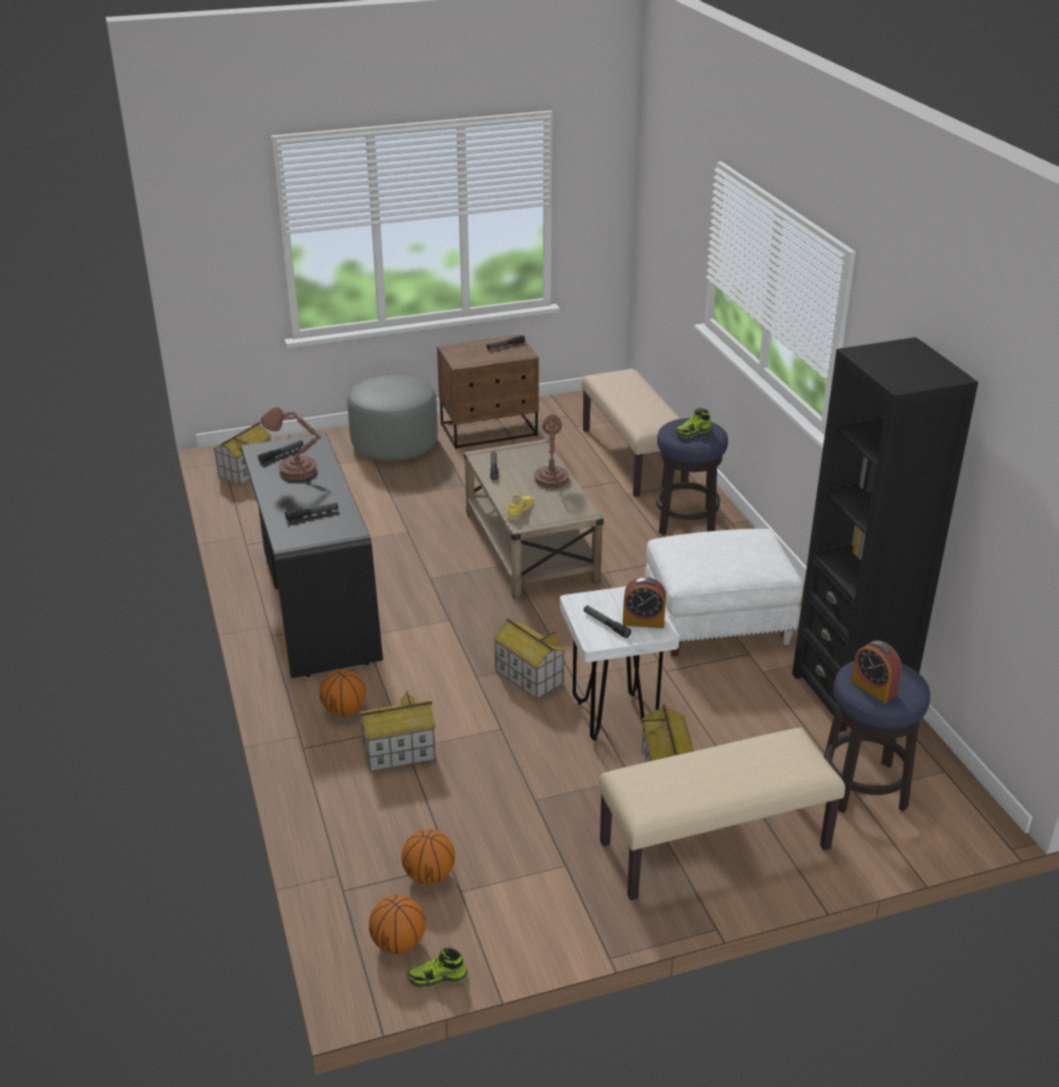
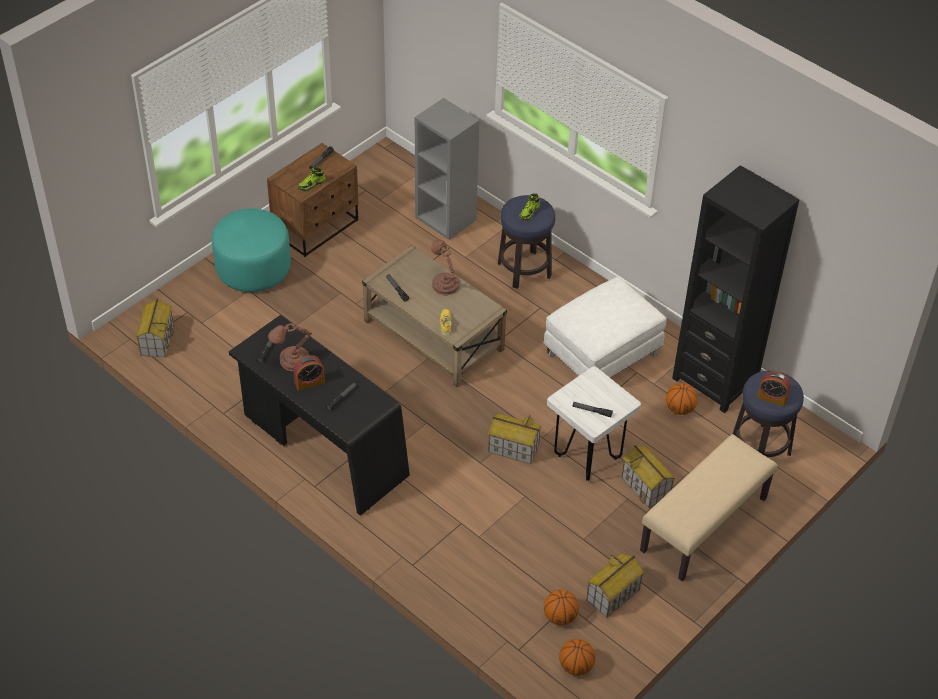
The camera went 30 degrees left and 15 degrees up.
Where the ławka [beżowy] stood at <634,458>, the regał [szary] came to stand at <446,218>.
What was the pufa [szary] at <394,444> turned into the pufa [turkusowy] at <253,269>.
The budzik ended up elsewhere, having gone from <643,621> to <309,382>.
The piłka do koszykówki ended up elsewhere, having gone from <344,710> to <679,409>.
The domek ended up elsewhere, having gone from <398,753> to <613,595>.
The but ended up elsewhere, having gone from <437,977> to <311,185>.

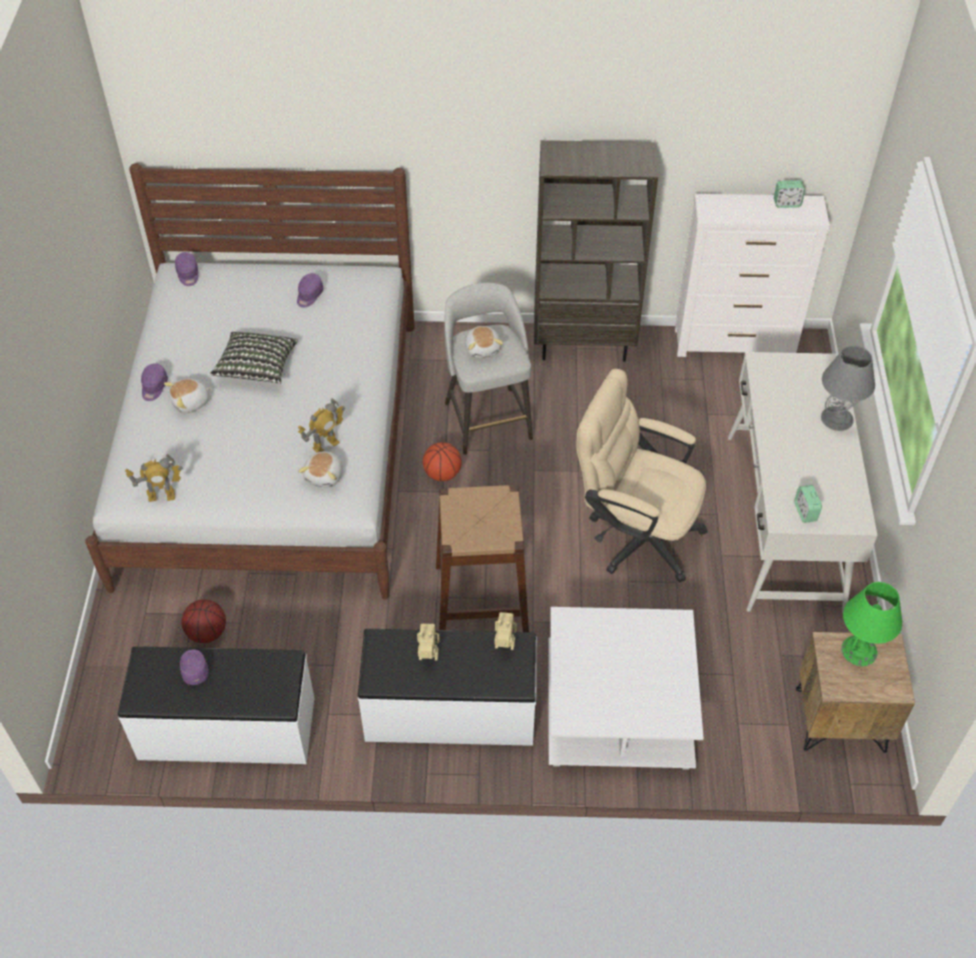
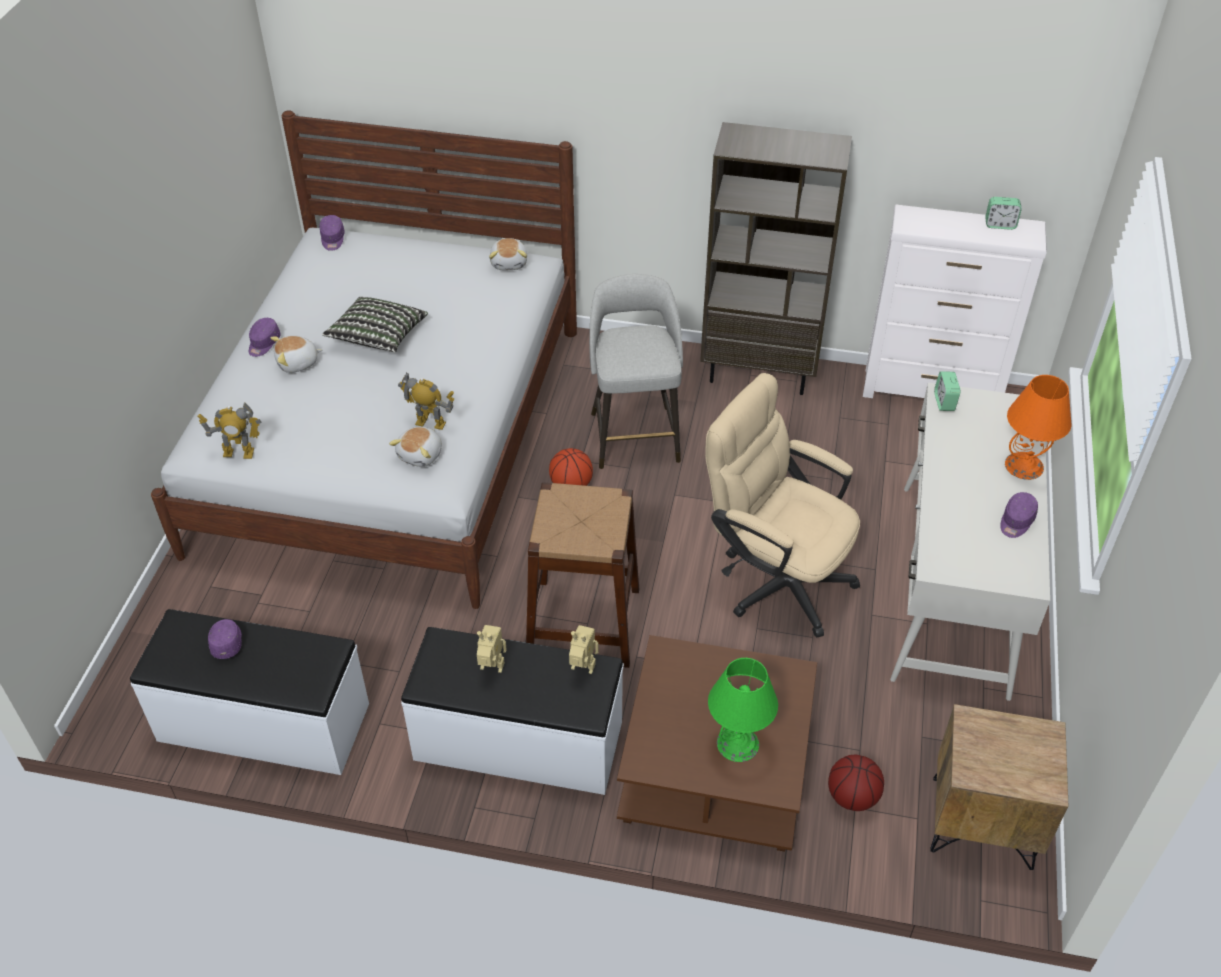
The camera went 10 degrees right and 5 degrees down.
The czapka z daszkiem [fioletowy] ended up elsewhere, having gone from <309,295> to <1016,521>.
The pluszak ended up elsewhere, having gone from <483,348> to <509,263>.
What was the lampa stołowa [szary] at <837,418> turned into the lampa stołowa [pomarańczowy] at <1024,466>.
The robot zabawkowy at <325,445> ended up facing another way, 135 degrees counterclockwise from before.
The budzik ended up elsewhere, having gone from <805,512> to <944,402>.
The lampa stołowa [zielony] ended up elsewhere, having gone from <859,651> to <737,744>.
The piłka do koszykówki ended up elsewhere, having gone from <207,632> to <852,796>.
What was the ława [biały] at <620,706> turned into the ława [brązowy] at <717,765>.

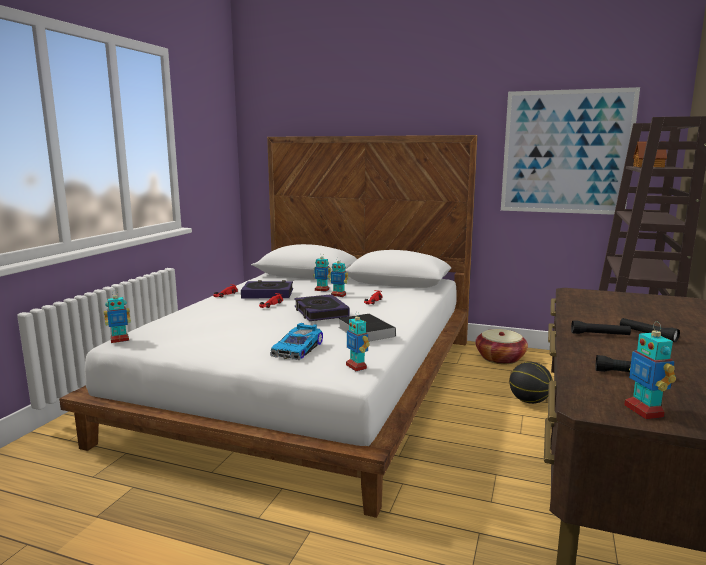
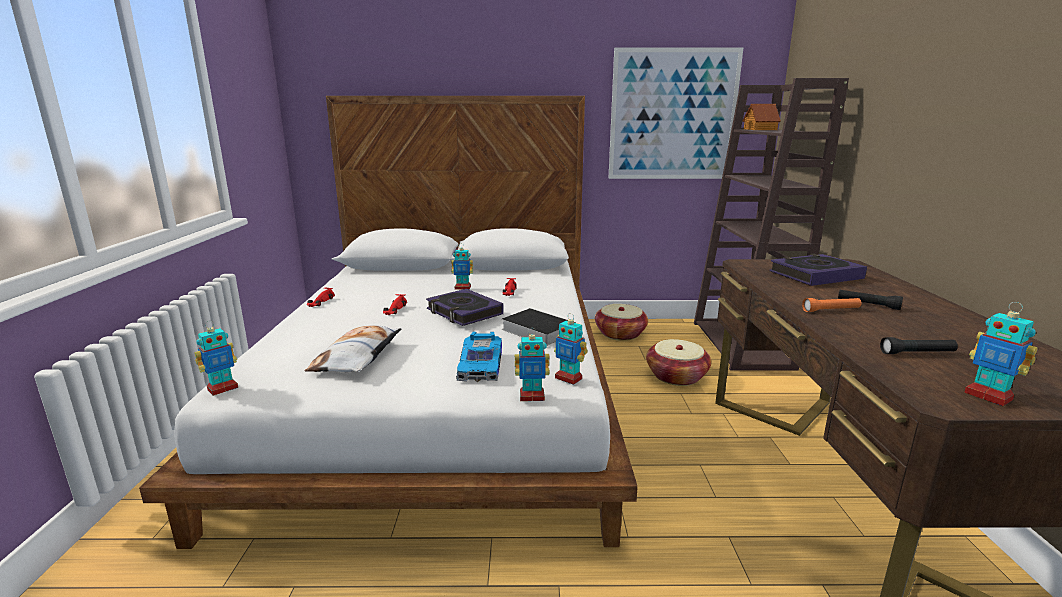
The camera went 20 degrees left and 5 degrees up.
The robot zabawkowy ended up elsewhere, having gone from <322,290> to <532,396>.
The książka ended up elsewhere, having gone from <268,294> to <815,275>.
What was the latarka [czarny] at <599,334> turned into the latarka [pomarańczowy] at <831,310>.
Where the piłka do koszykówki stood at <529,401>, the koszyk came to stand at <676,376>.
The second view gained the poduszka at <358,357>.

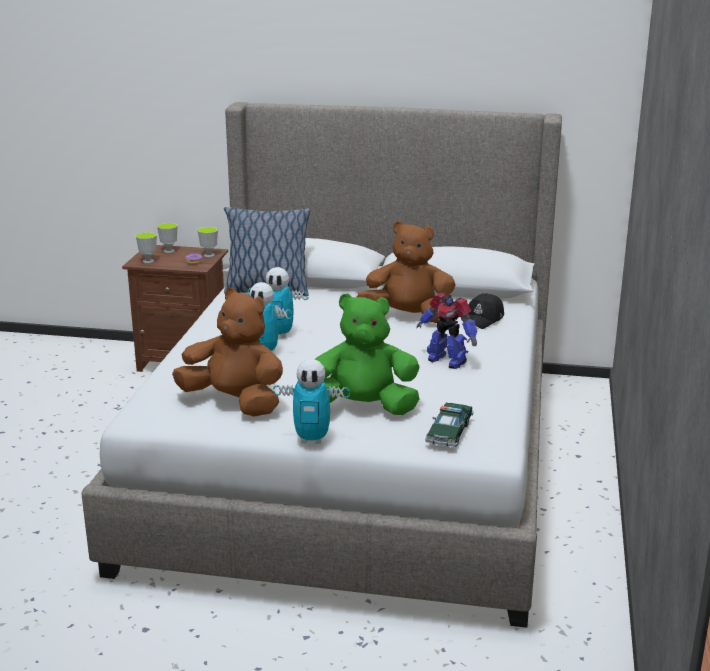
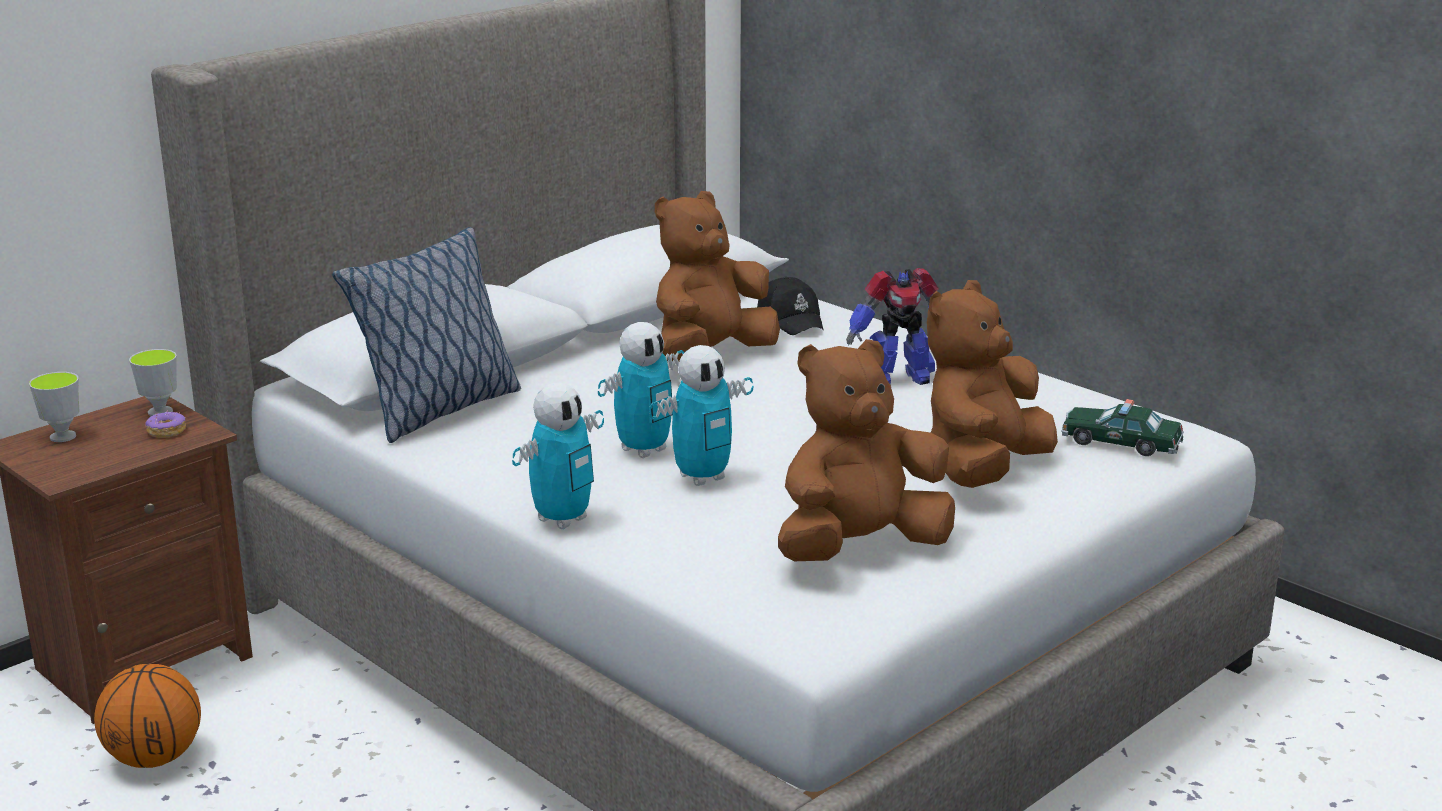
The camera went 55 degrees left and 0 degrees up.
The second view lost the filiżanka at <148,261>.
What was the pluszak [zielony] at <363,408> turned into the pluszak [brązowy] at <983,470>.
The robot zabawkowy ended up elsewhere, having gone from <312,439> to <562,519>.
The samochodzik at <449,432> ended up facing another way, 150 degrees clockwise from before.
The second view gained the piłka do koszykówki at <154,758>.

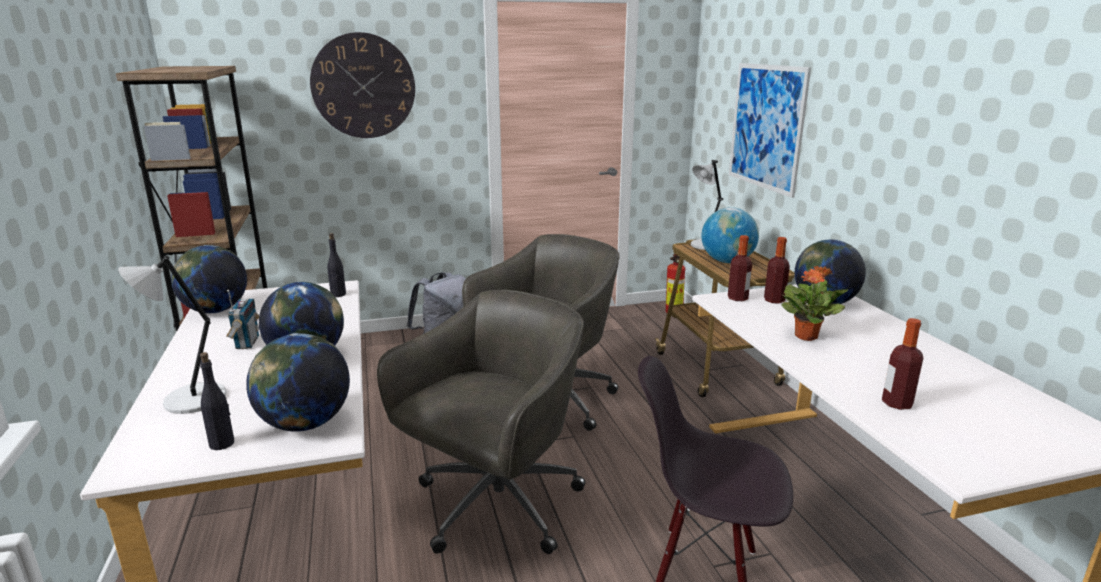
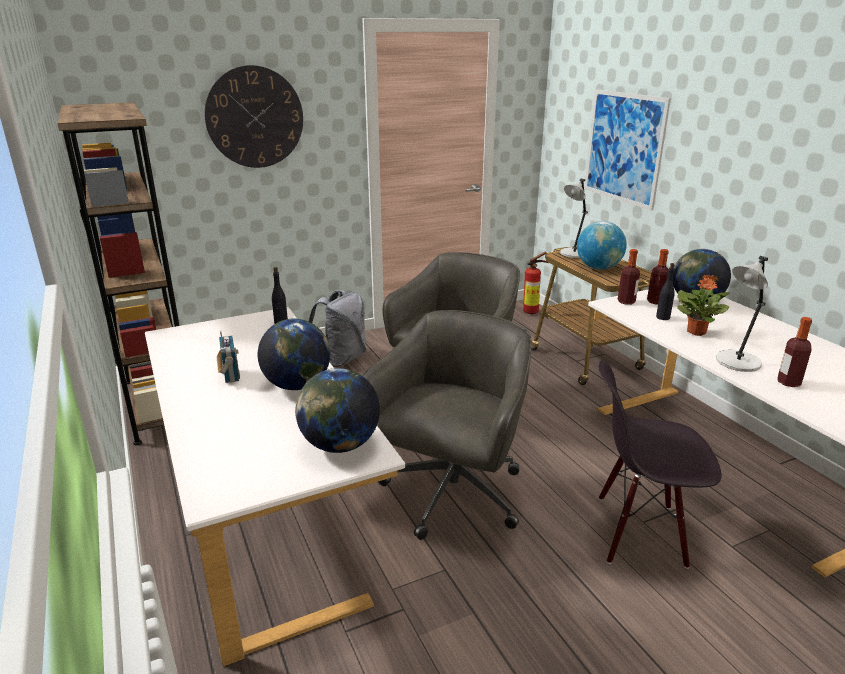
The camera went 10 degrees left and 5 degrees up.
The second view lost the globus at <215,311>.
The lampa stołowa [szary] ended up elsewhere, having gone from <191,400> to <736,363>.
The butelka [czarny] ended up elsewhere, having gone from <222,443> to <663,317>.

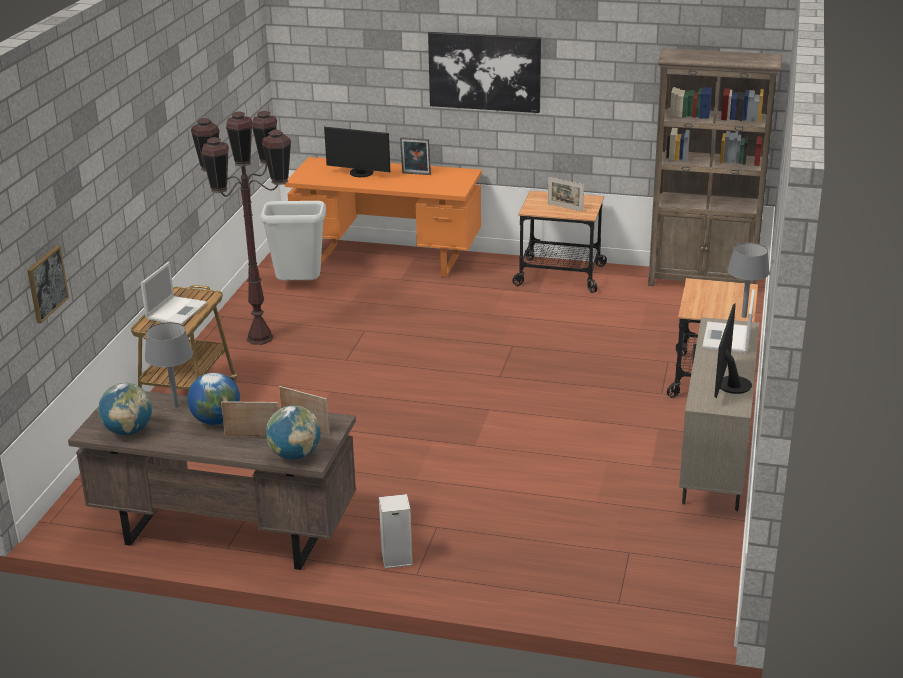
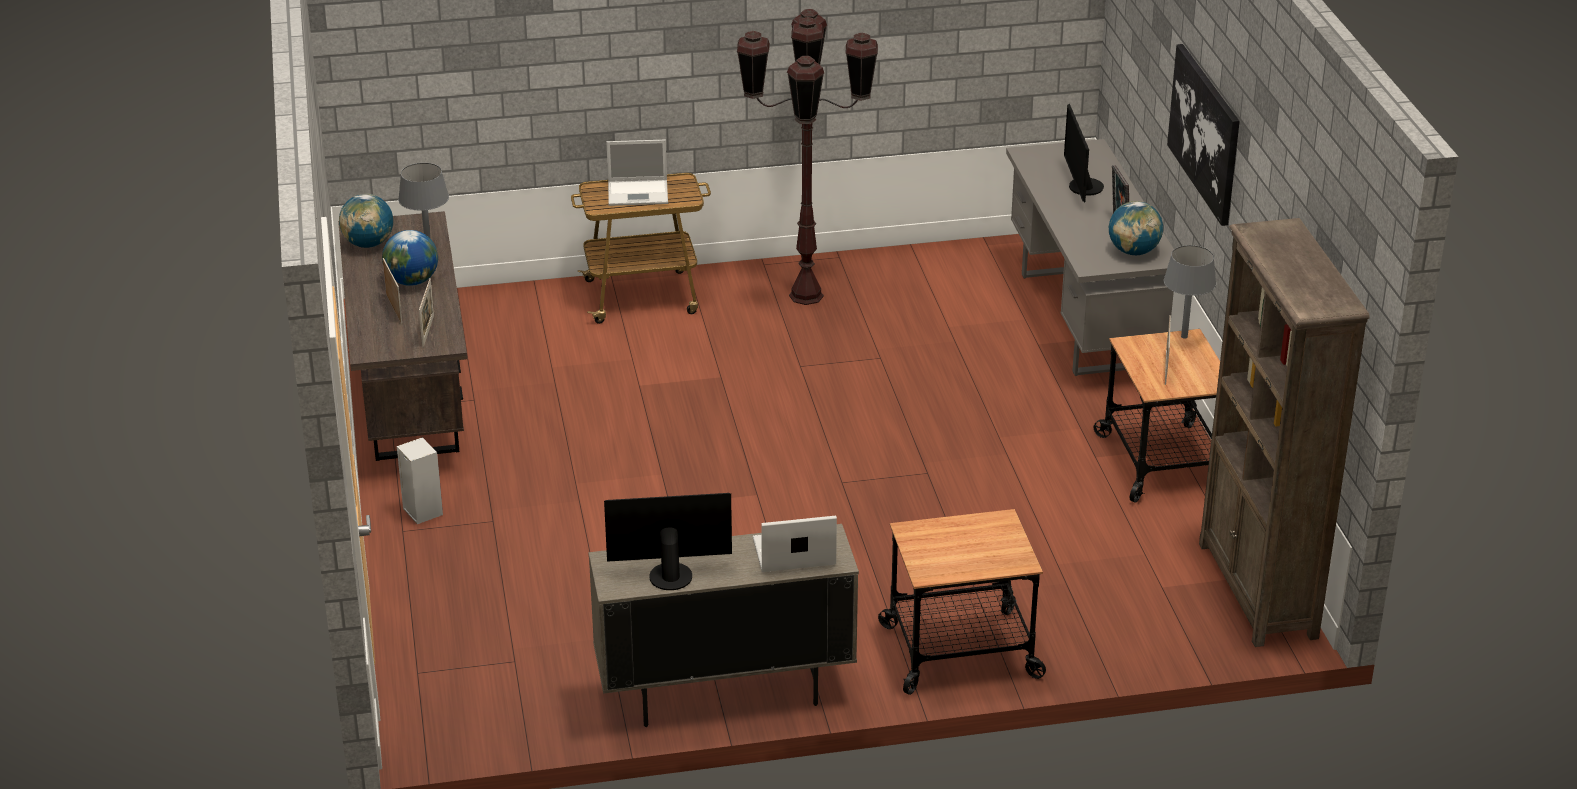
The camera went 65 degrees right and 5 degrees up.
What was the biurko [pomarańczowy] at <388,260> turned into the biurko [szary] at <1084,320>.
The second view lost the kosz na śmieci [szary] at <299,286>.
The lampa stołowa [szary] ended up elsewhere, having gone from <743,316> to <1184,336>.
The second view lost the obraz at <46,284>.
The globus ended up elsewhere, having gone from <295,455> to <1133,252>.

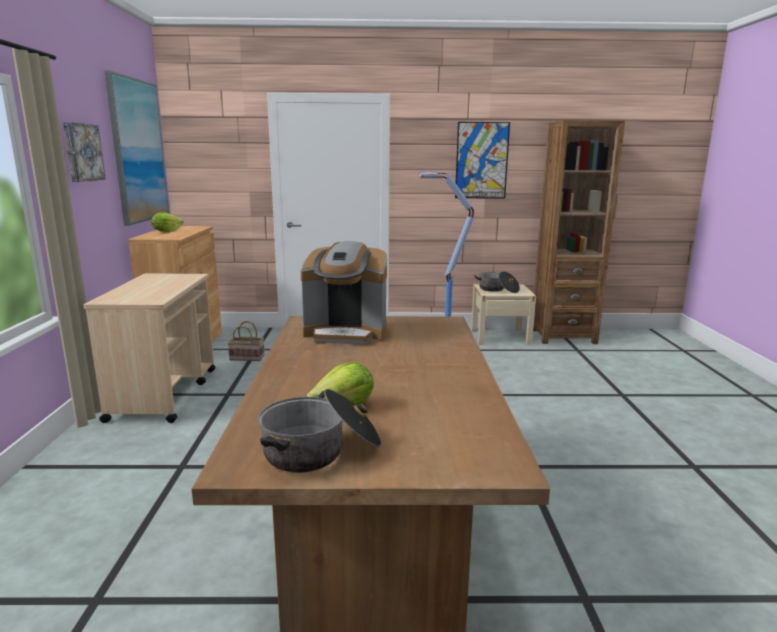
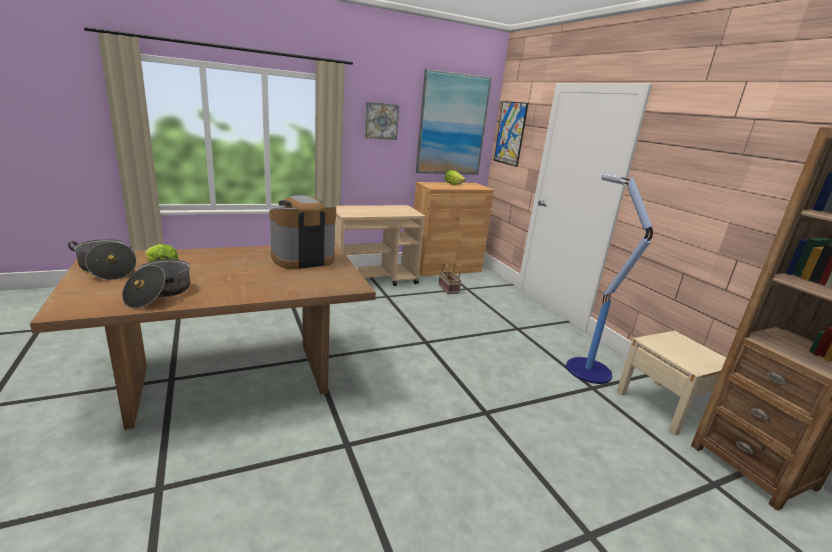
The camera went 65 degrees right and 5 degrees up.
The obraz ended up elsewhere, having gone from <481,160> to <510,133>.
The ekspres do kawy at <346,333> ended up facing another way, 75 degrees clockwise from before.
The garnek ended up elsewhere, having gone from <497,290> to <159,294>.

